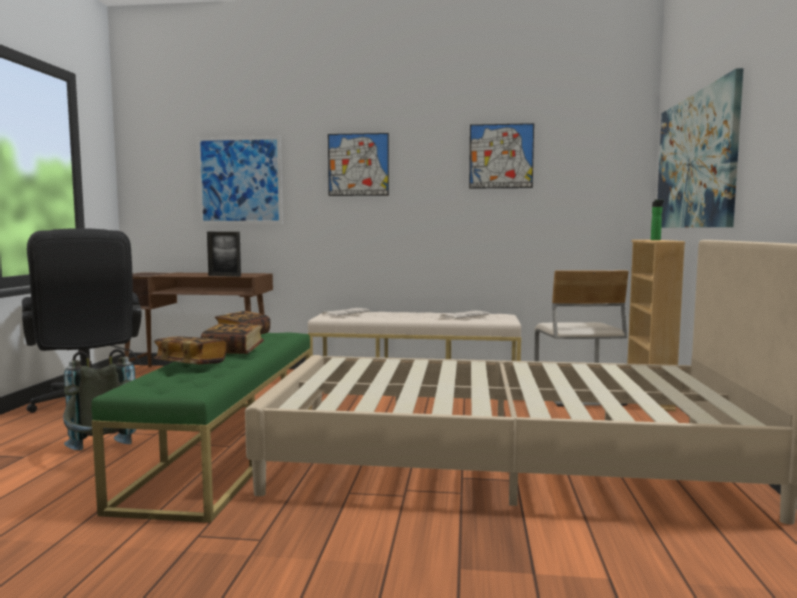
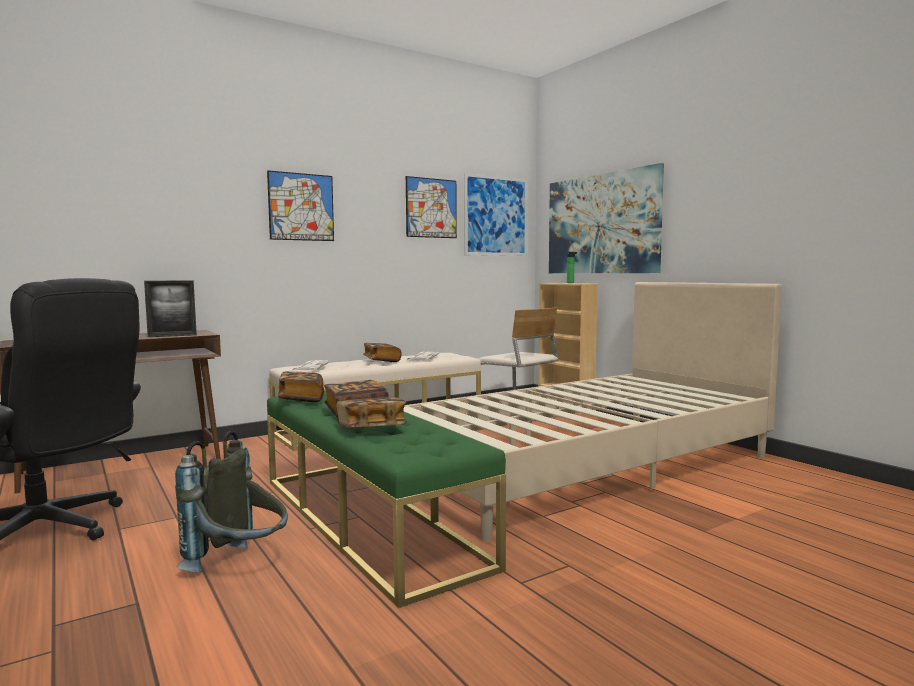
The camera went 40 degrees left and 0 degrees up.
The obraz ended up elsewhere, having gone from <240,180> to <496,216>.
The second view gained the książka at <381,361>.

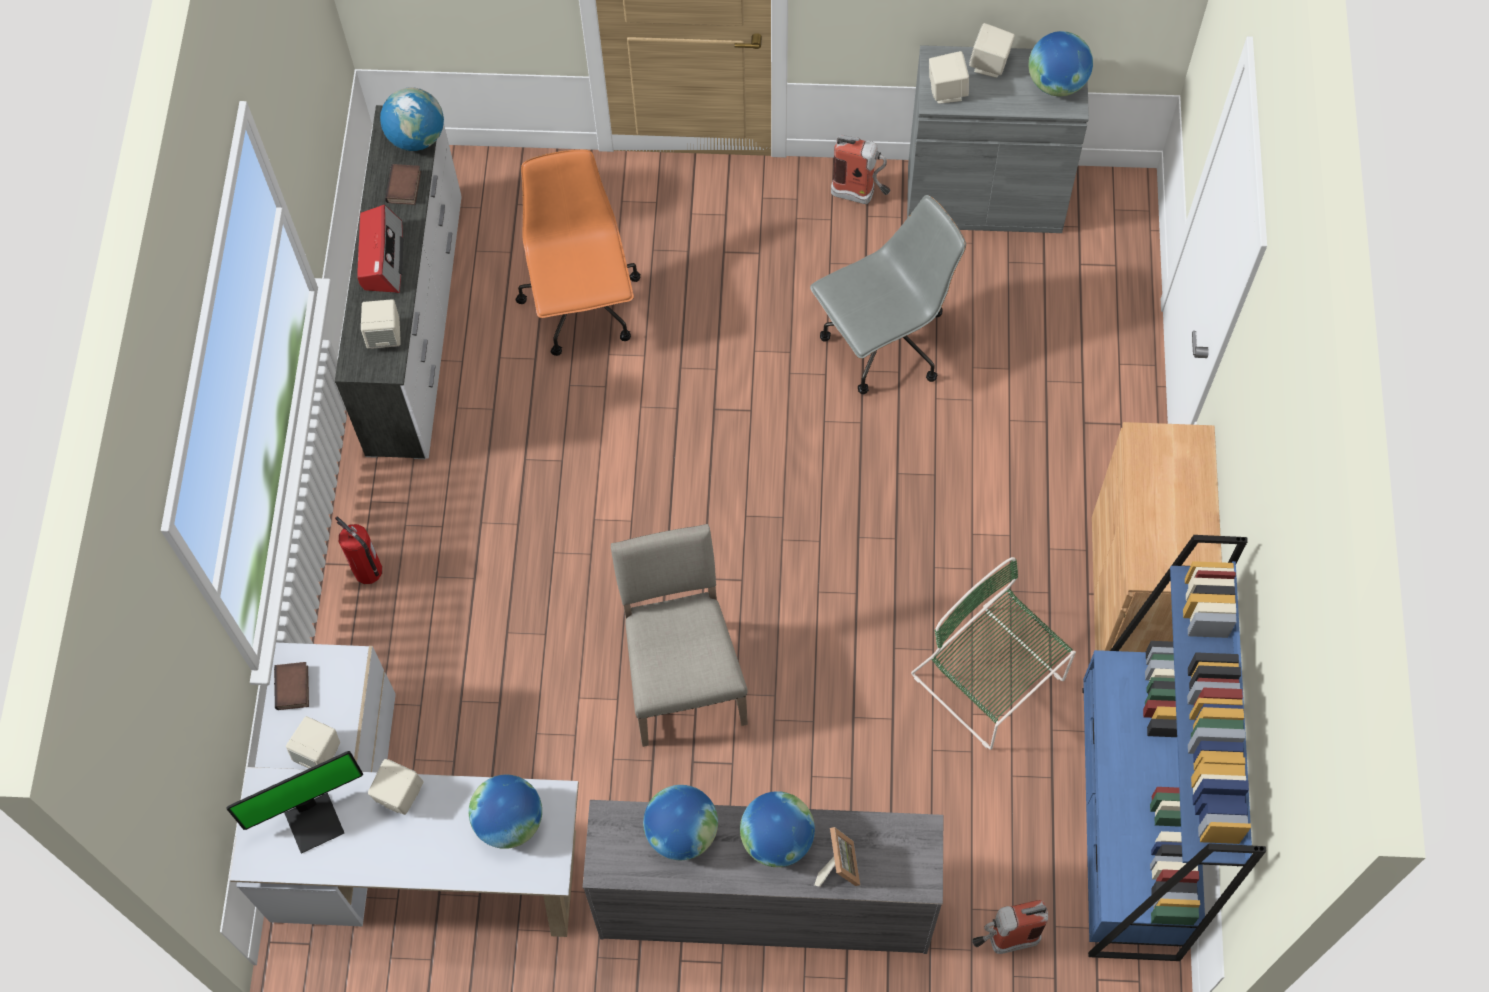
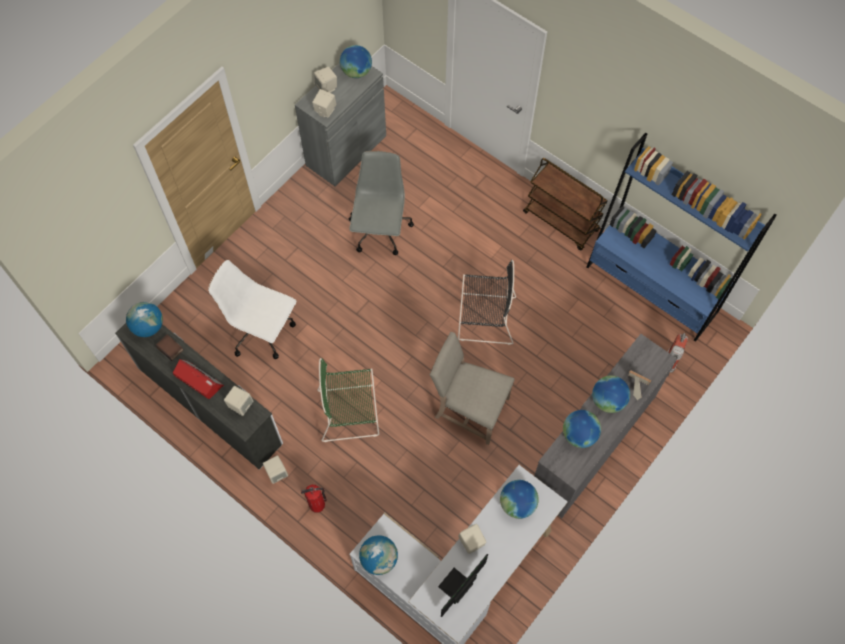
The camera went 55 degrees left and 0 degrees up.
The second view lost the gaśnica at <860,195>.
What was the krzesło biurowe [pomarańczowy] at <583,306> turned into the krzesło biurowe [biały] at <262,331>.
Where the szafka [brązowy] stood at <1135,595>, the wózek [brązowy] came to stand at <561,221>.
The krzesło [zielony] ended up elsewhere, having gone from <991,681> to <351,412>.
Where the książka stood at <294,688>, the globus came to stand at <379,559>.
The głośnik [beżowy] ended up elsewhere, having gone from <319,753> to <277,473>.
The monitor at <314,820> ended up facing another way, 150 degrees counterclockwise from before.
The second view gained the krzesło [czarny] at <484,318>.

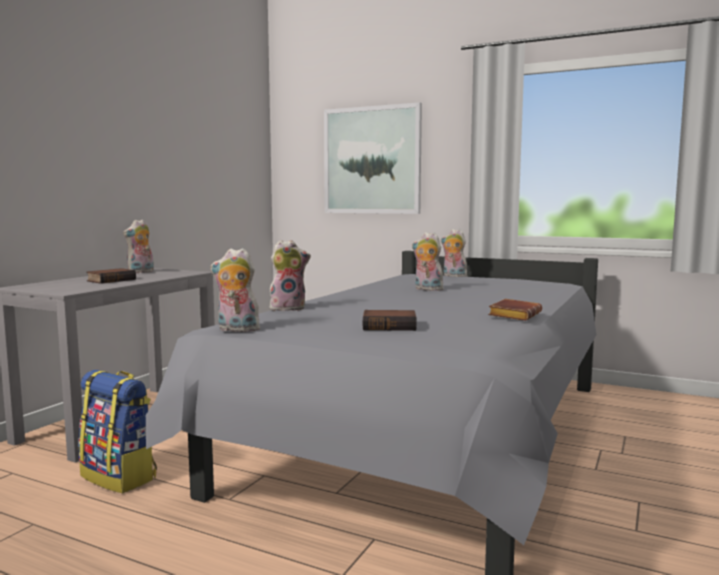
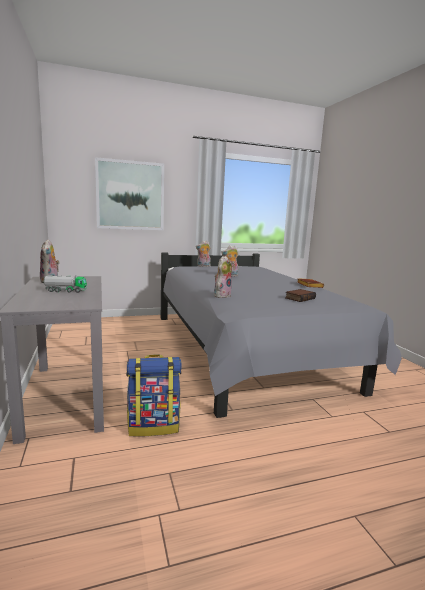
The camera went 45 degrees left and 5 degrees up.
The second view lost the pluszak at <236,330>.
Where the książka stood at <111,280>, the ciężarówka zabawkowa came to stand at <65,291>.

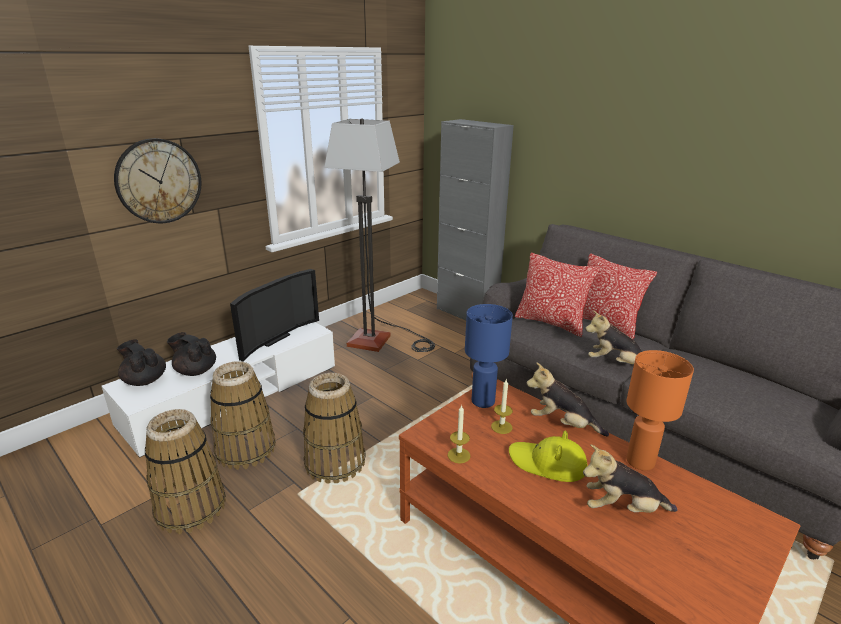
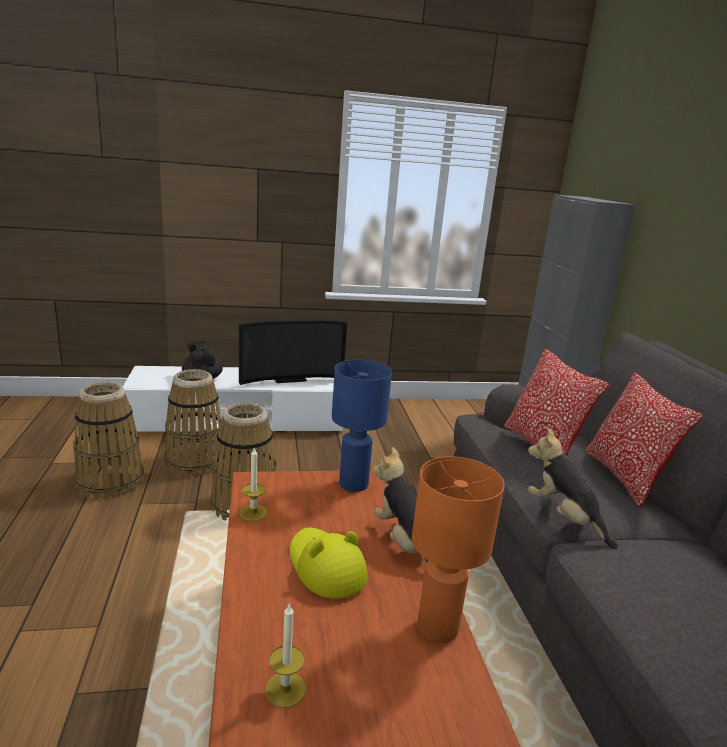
The camera went 35 degrees right and 5 degrees down.
The second view lost the lampa stojąca at <382,341>.
The second view lost the zegar ścienny at <159,181>.
The second view lost the imbryk [czarny] at <145,380>.
The świeca ended up elsewhere, having gone from <501,427> to <285,689>.
The second view lost the pluszak at <622,508>.

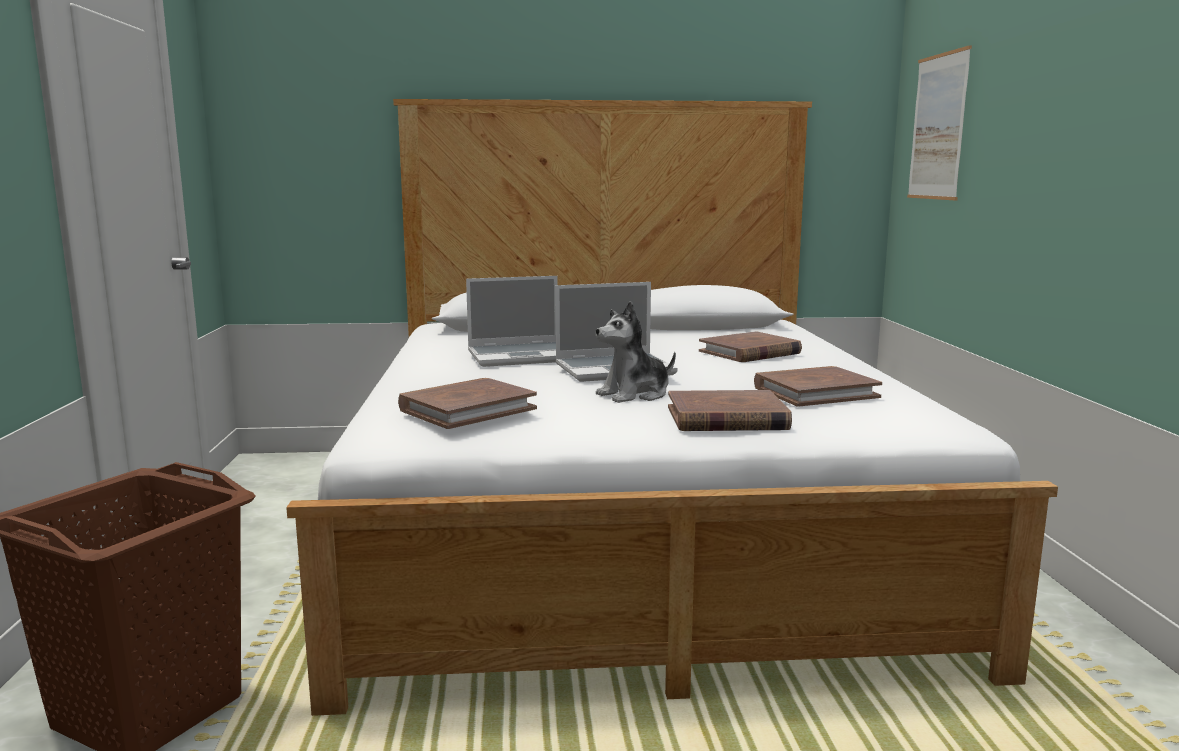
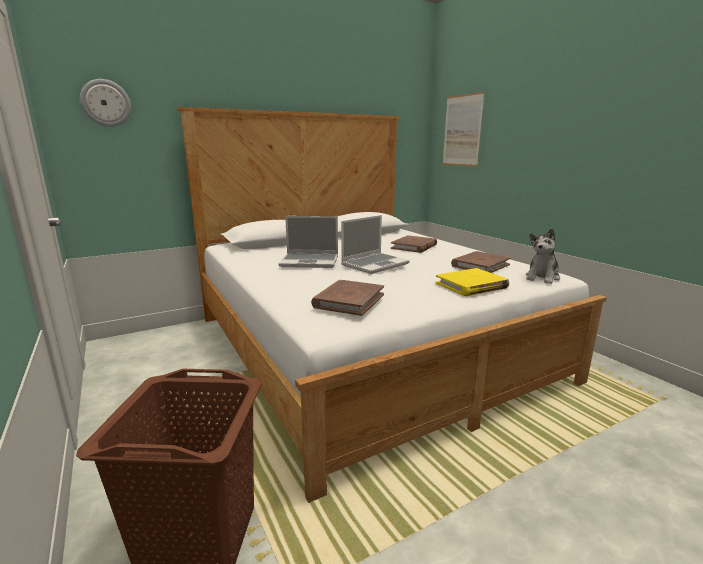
The camera went 25 degrees left and 5 degrees up.
The laptop at <521,356> ended up facing another way, 45 degrees clockwise from before.
The pluszak ended up elsewhere, having gone from <635,395> to <542,277>.
What was the książka [brązowy] at <726,418> turned into the książka [żółty] at <471,285>.
The second view gained the zegar ścienny at <106,103>.

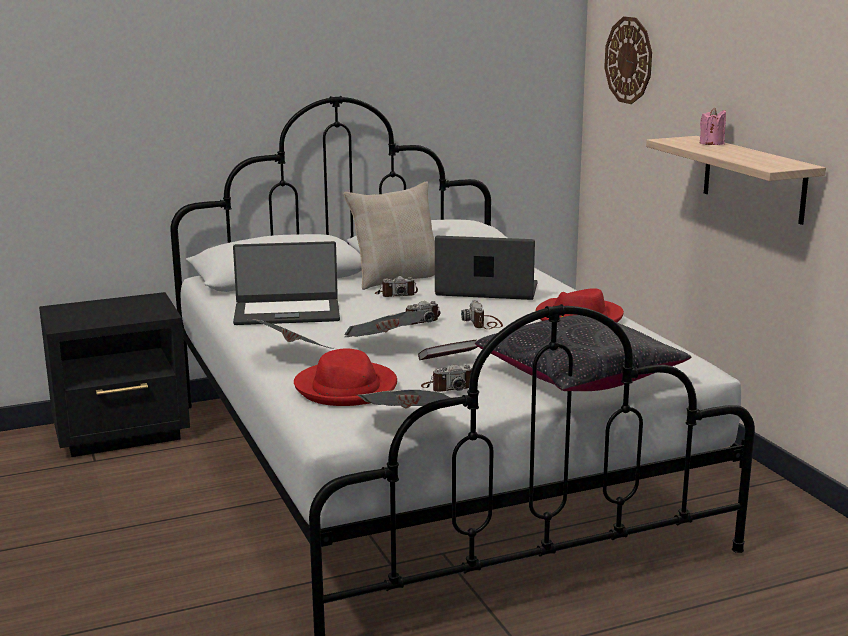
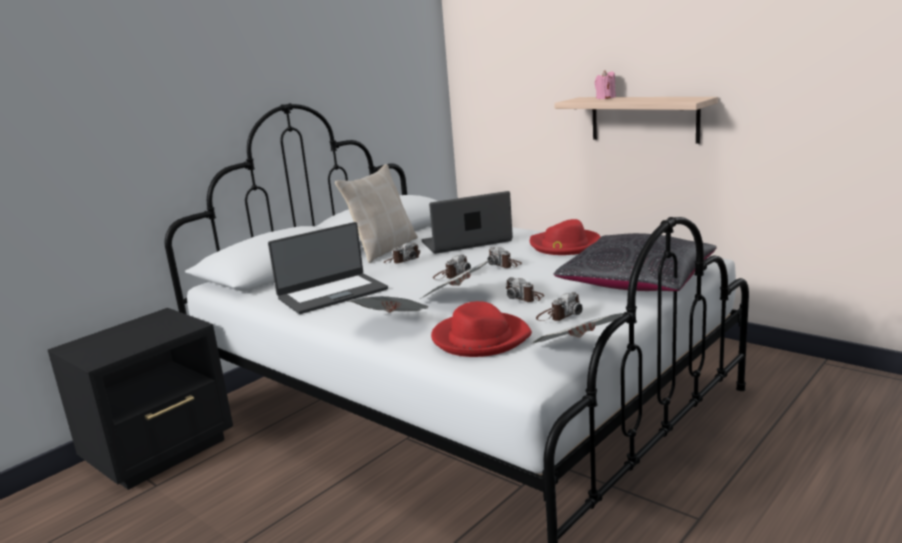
The camera went 25 degrees left and 0 degrees up.
The second view lost the zegar ścienny at <629,60>.
Where the książka stood at <447,361>, the aparat fotograficzny came to stand at <525,297>.

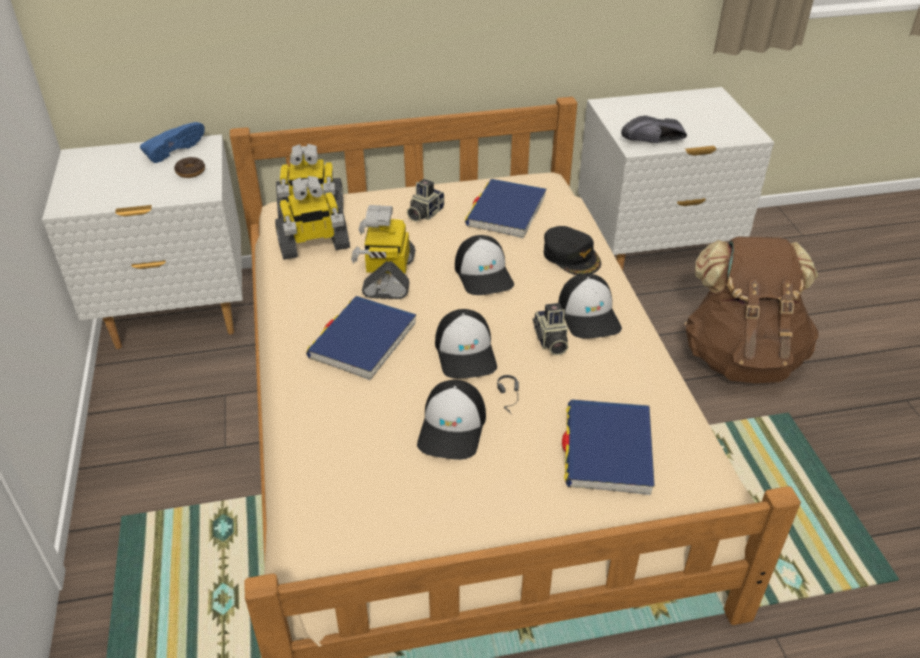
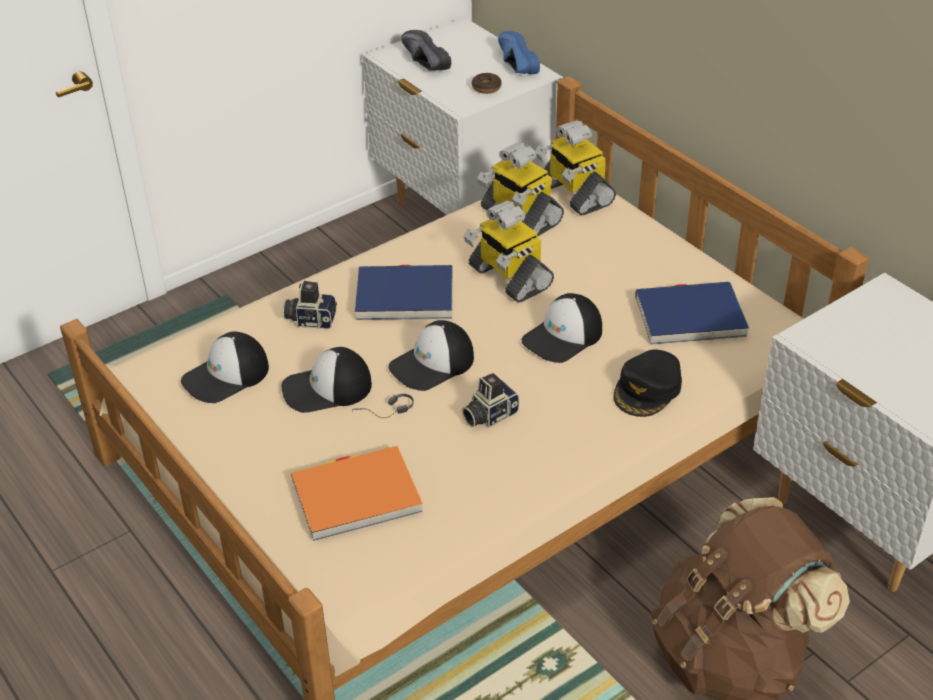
The camera went 65 degrees right and 0 degrees up.
The but [czarny] ended up elsewhere, having gone from <654,143> to <421,63>.
The but [niebieski] at <173,149> ended up facing another way, 135 degrees counterclockwise from before.
The aparat fotograficzny ended up elsewhere, having gone from <424,213> to <311,319>.
The robot zabawkowy at <388,276> ended up facing another way, 105 degrees counterclockwise from before.
The czapka z daszkiem ended up elsewhere, having gone from <589,315> to <226,376>.
What was the książka [niebieski] at <607,450> turned into the książka [pomarańczowy] at <356,497>.

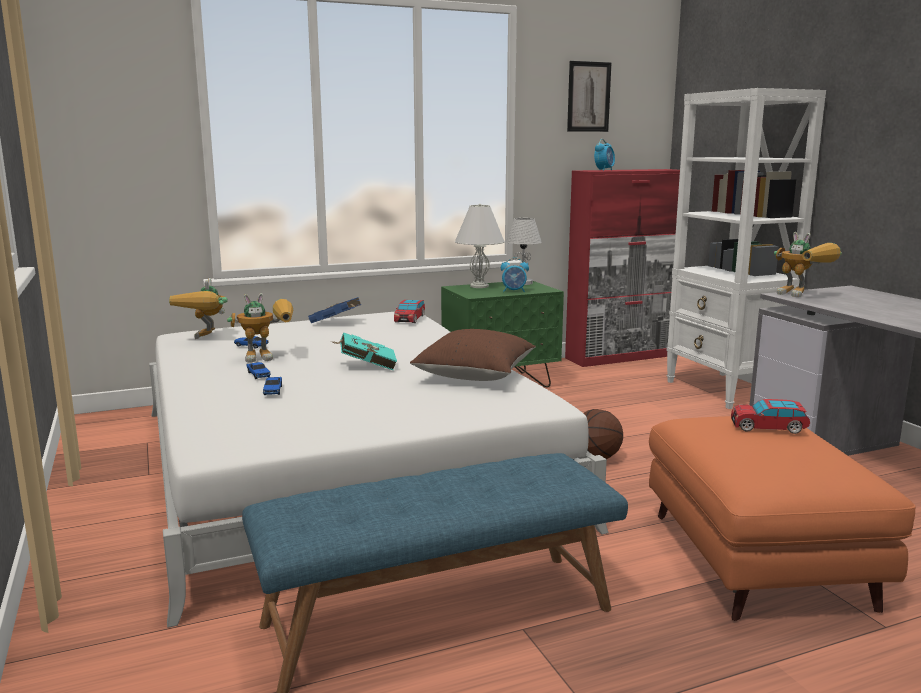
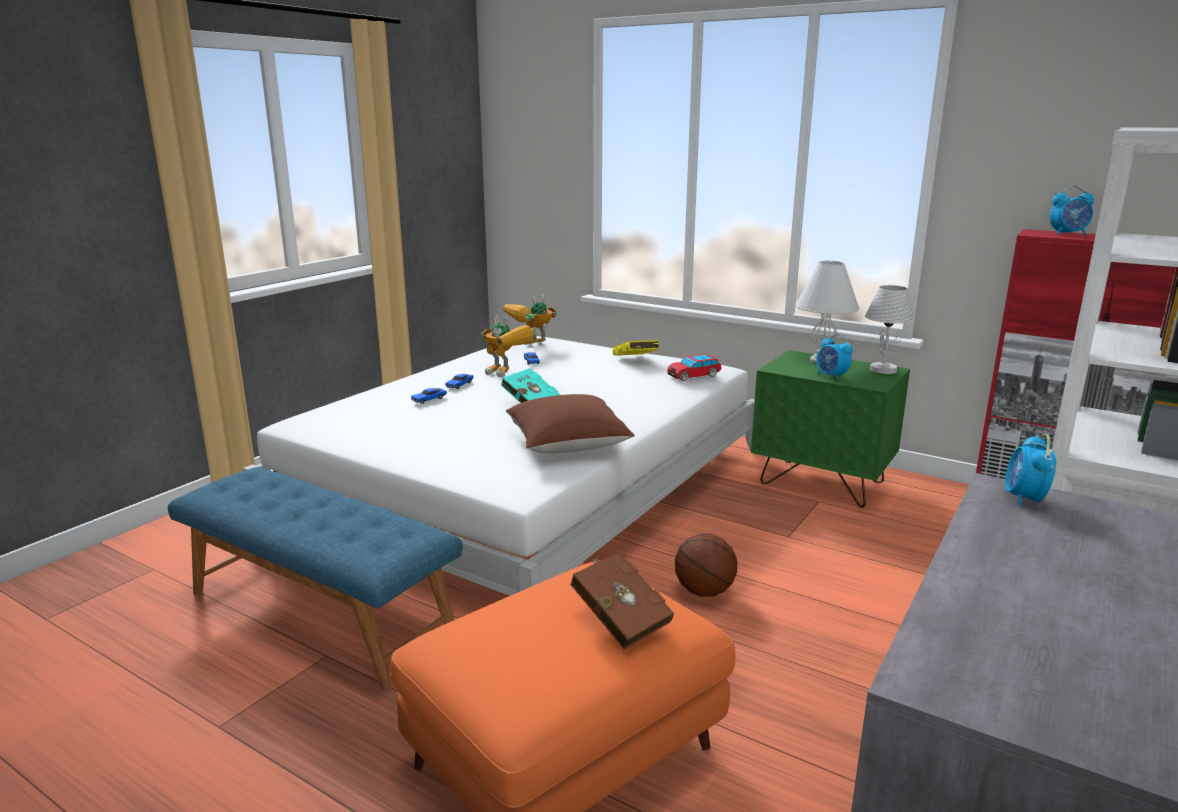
The camera went 55 degrees right and 5 degrees up.
The second view lost the obraz at <588,97>.
Where the robot zabawkowy stood at <803,295>, the budzik came to stand at <1024,499>.
What was the książka [niebieski] at <337,323> turned into the książka [żółty] at <635,361>.
Where the samochodzik stood at <768,427>, the książka [brązowy] came to stand at <619,618>.

